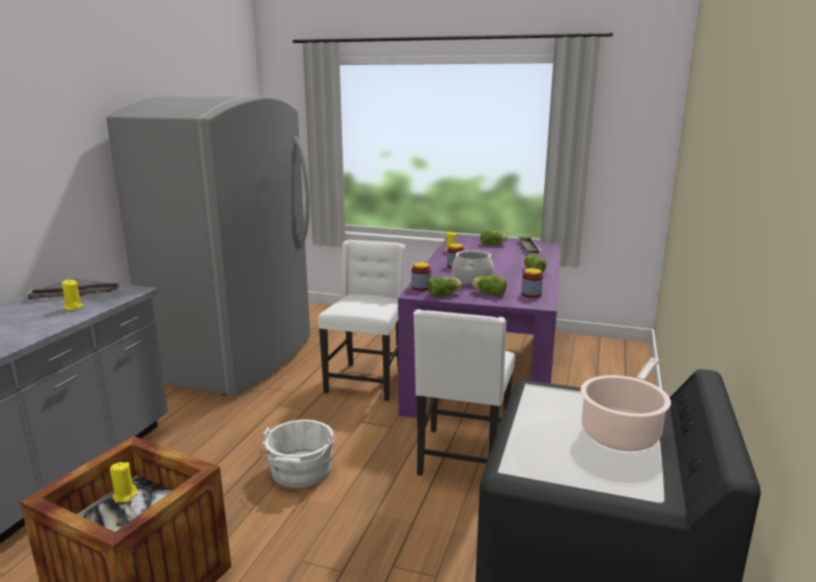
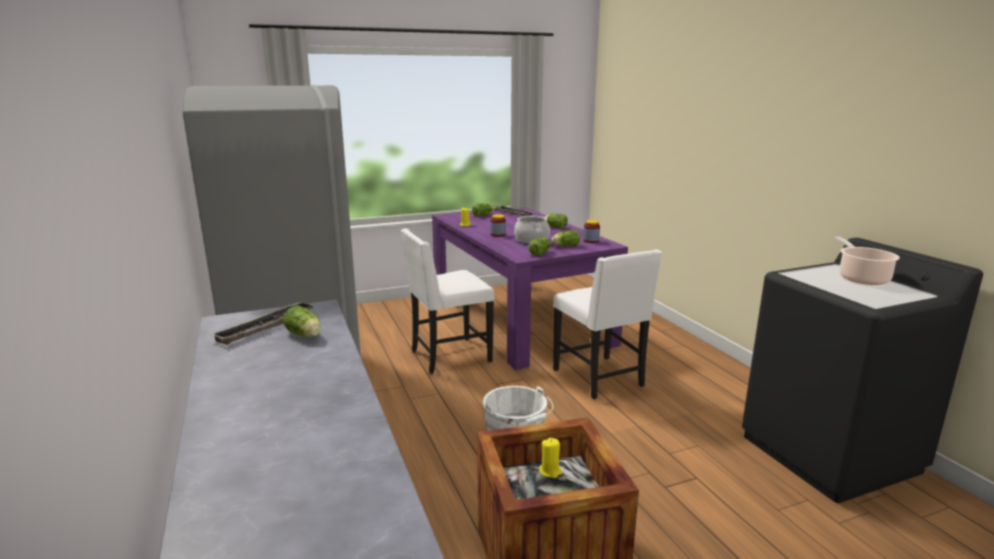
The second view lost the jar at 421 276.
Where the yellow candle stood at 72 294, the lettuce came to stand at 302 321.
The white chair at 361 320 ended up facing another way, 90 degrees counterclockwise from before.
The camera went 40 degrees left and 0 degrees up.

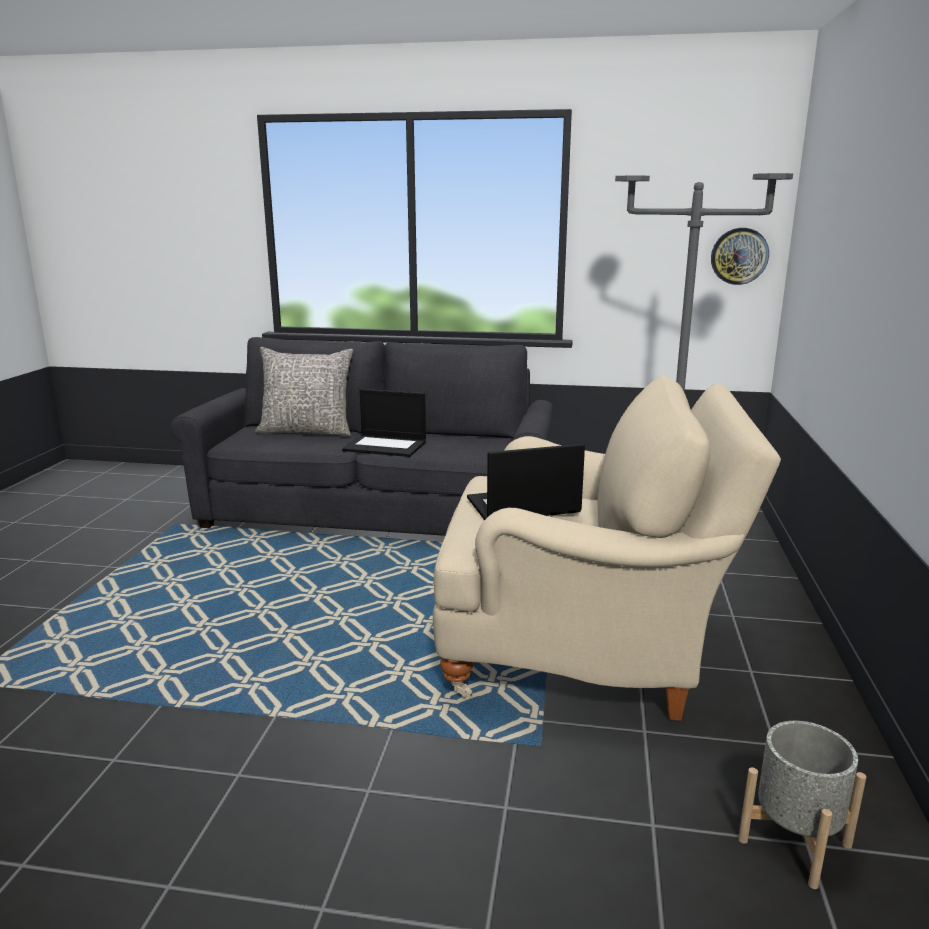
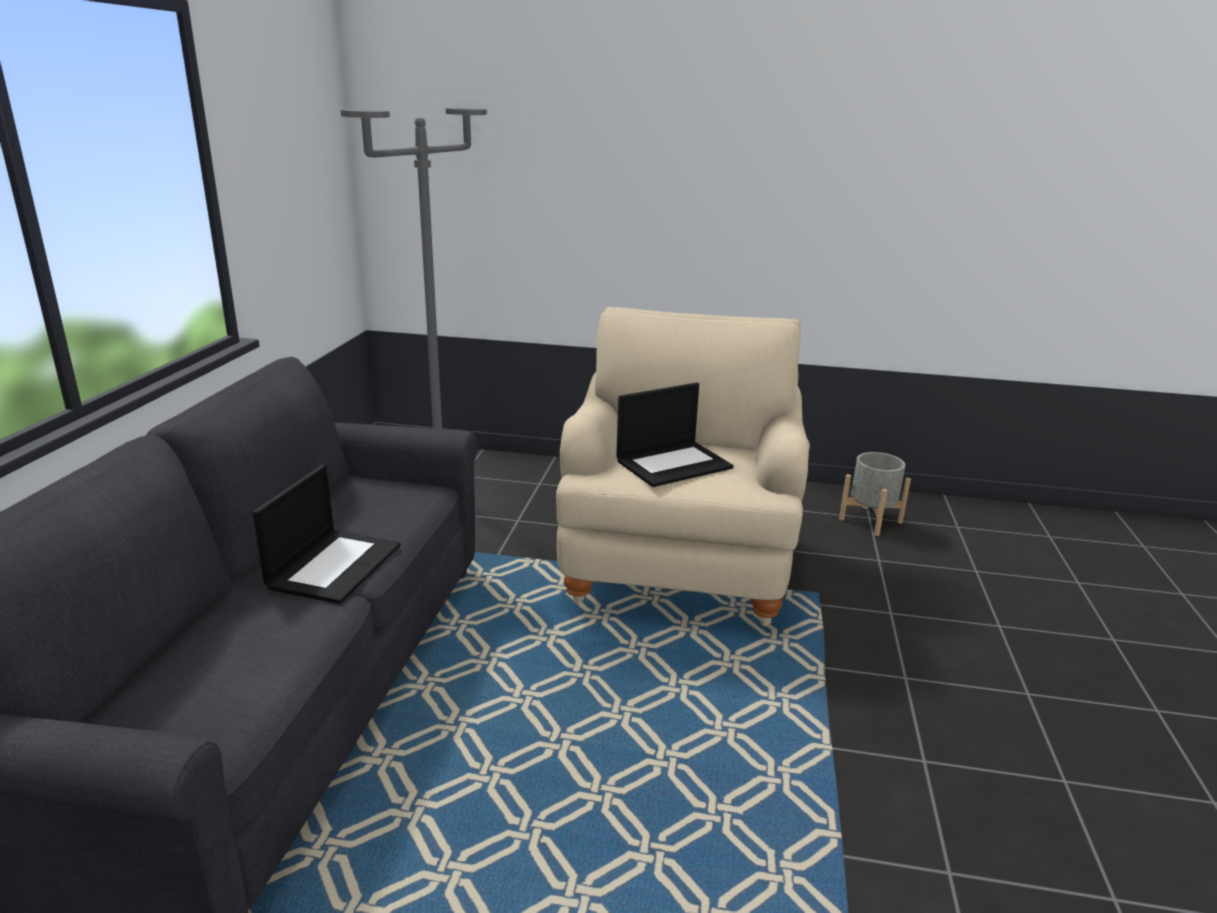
The second view lost the grey pillow at 304 391.
The second view lost the wall clock at 740 256.
The laptop at 526 482 ended up facing another way, 105 degrees counterclockwise from before.
The camera went 90 degrees left and 5 degrees up.

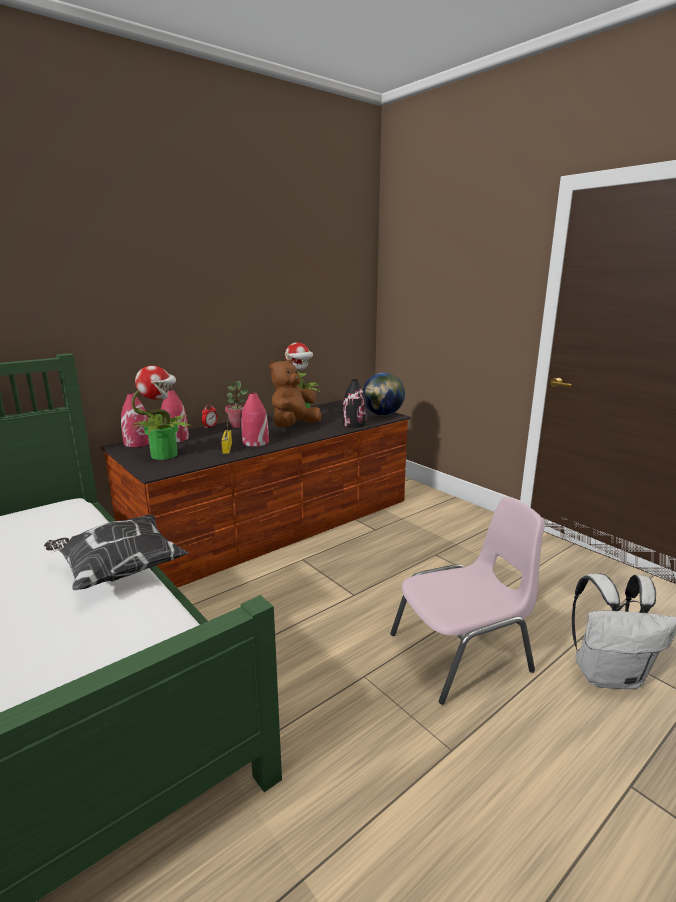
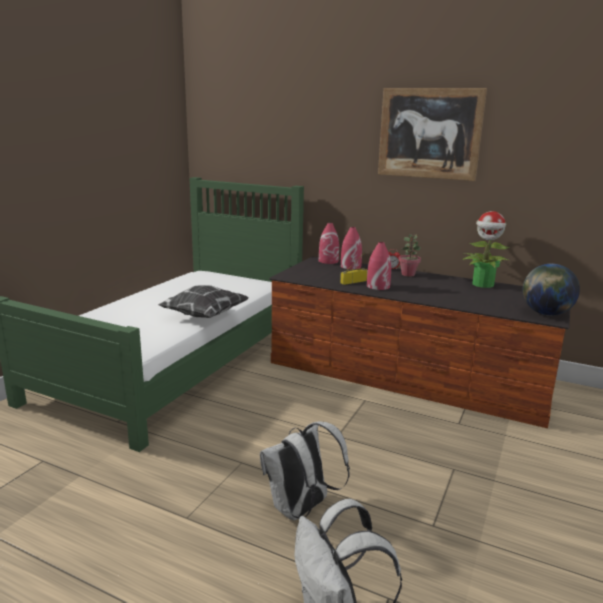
The second view lost the potted plant at 162 412.
The second view lost the brown plush toy at 295 393.
The second view lost the black vase at 354 404.
The second view gained the picture at 432 134.
Where the pink chair stood at 467 601, the white backpack came to stand at 305 470.
The camera went 65 degrees right and 0 degrees up.

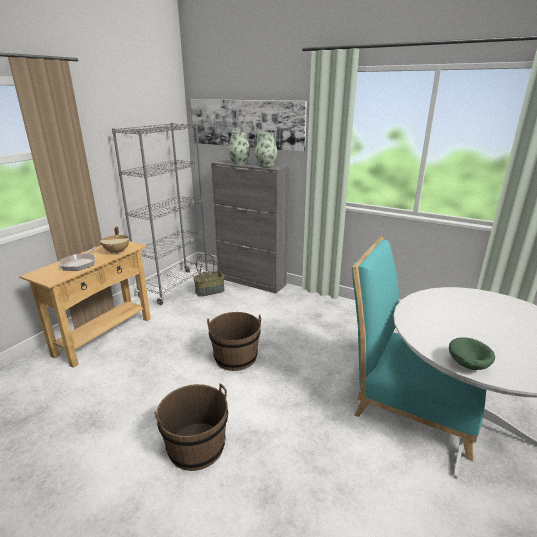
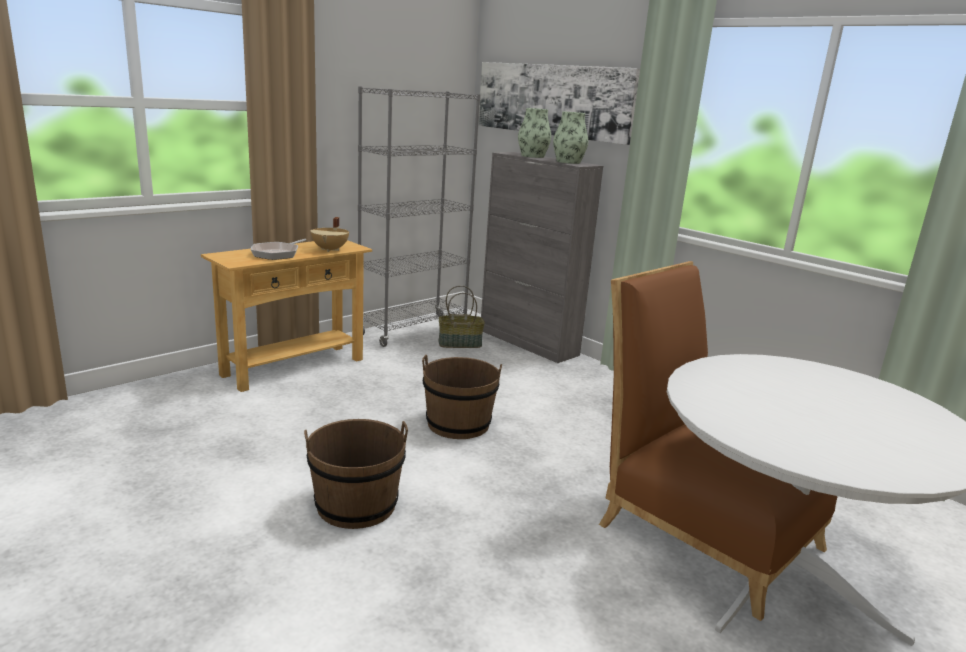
The second view lost the green bowl at 472 353.
What was the turquoise chair at 419 348 turned into the brown chair at 718 441.
The camera went 15 degrees right and 5 degrees down.

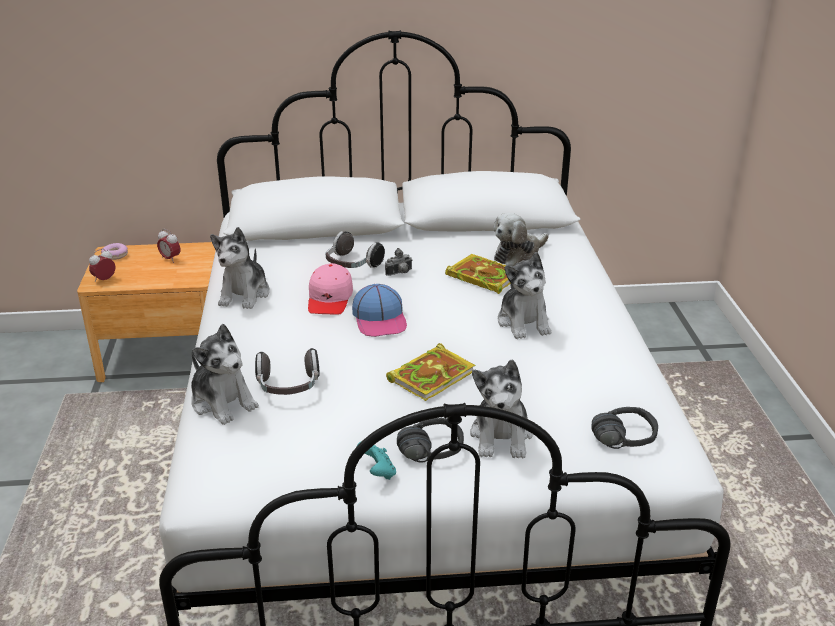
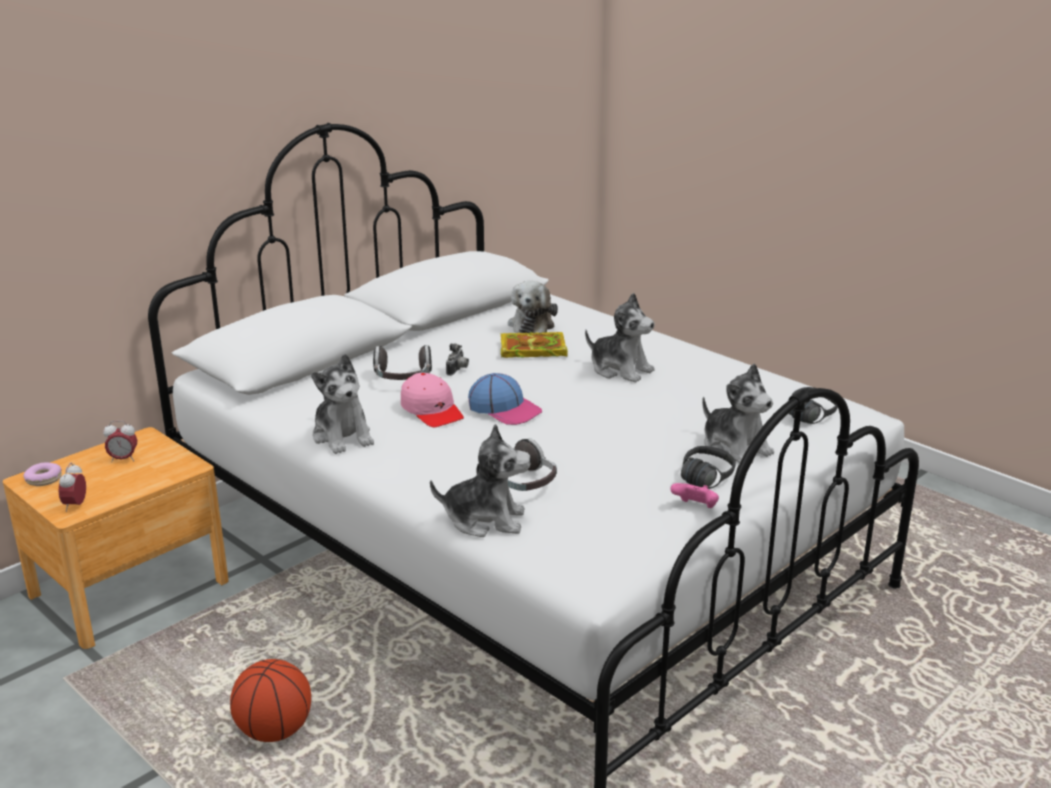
The second view lost the book at 431 372.
The second view gained the basketball at 270 700.
What was the turquoise game controller at 376 461 turned into the pink game controller at 694 495.
The camera went 40 degrees left and 5 degrees down.

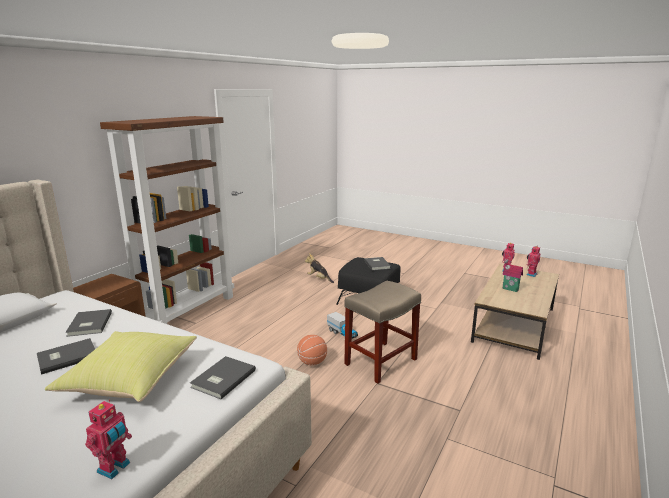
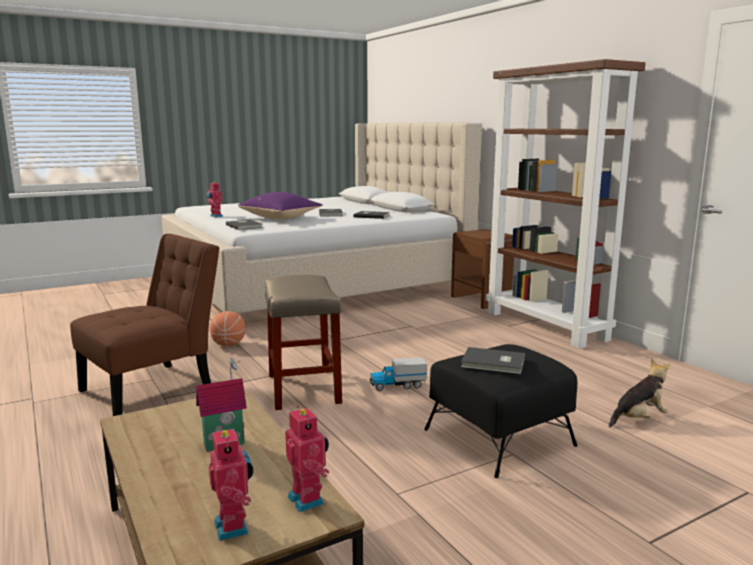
The second view gained the brown chair at 144 325.
The basketball ended up elsewhere, having gone from 312 350 to 227 328.
What was the yellow pillow at 121 366 turned into the purple pillow at 280 206.
The camera went 120 degrees right and 5 degrees down.

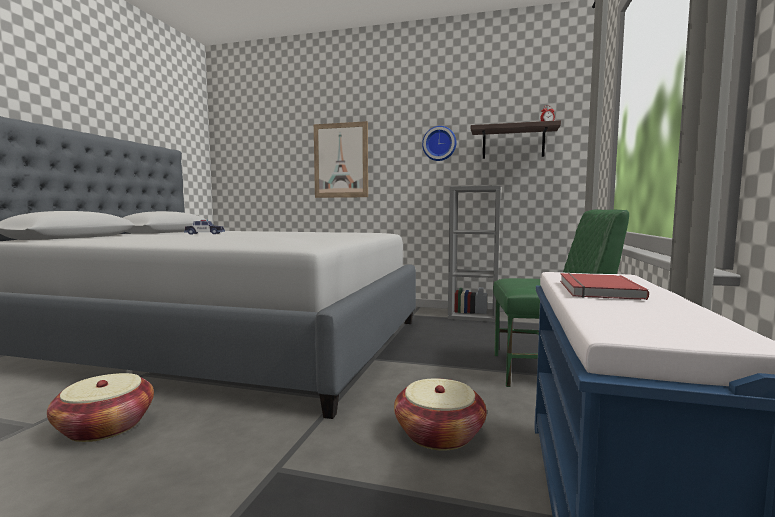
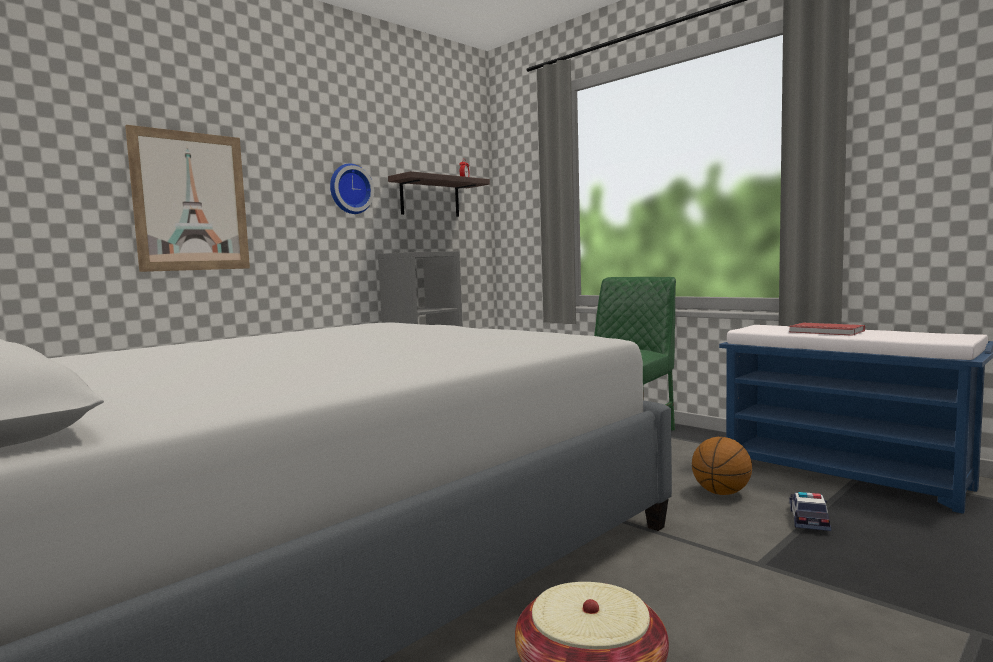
The toy car ended up elsewhere, having gone from 204 227 to 810 511.
Where the basket stood at 440 415, the basketball came to stand at 722 466.
The camera went 60 degrees left and 0 degrees up.

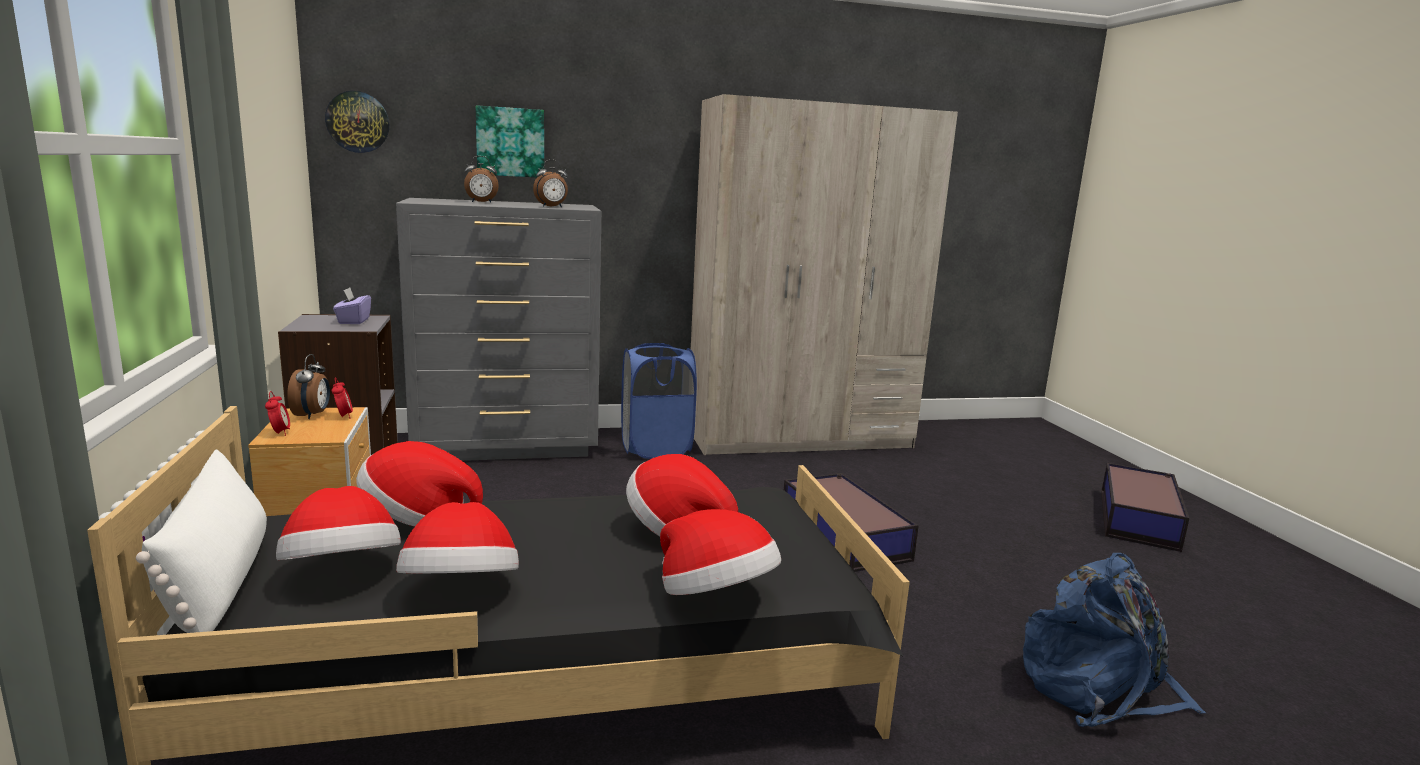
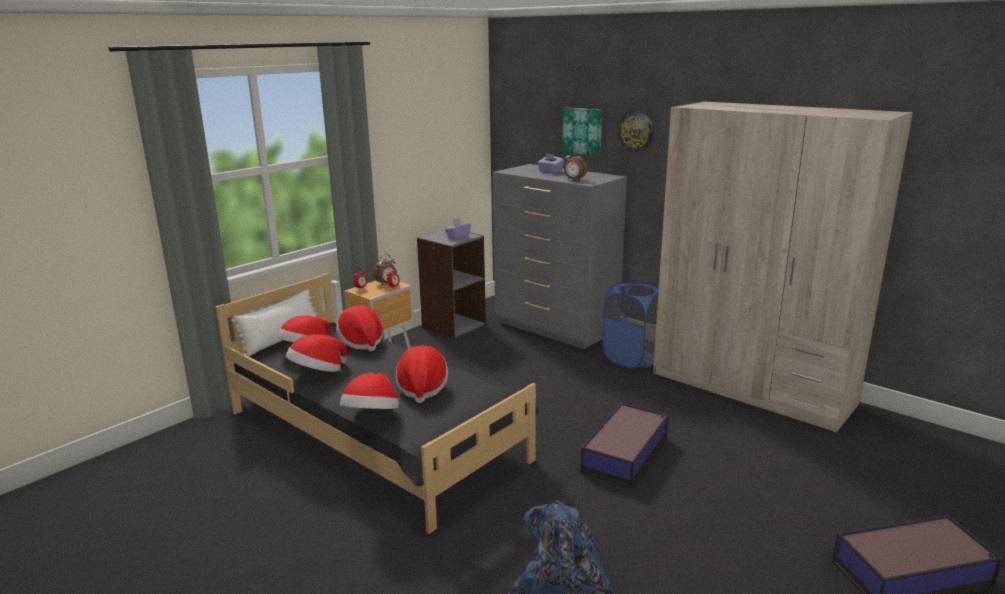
The wall clock ended up elsewhere, having gone from 357 122 to 635 131.
Where the alarm clock stood at 481 179, the purple tissue box came to stand at 550 163.
The camera went 55 degrees right and 5 degrees up.

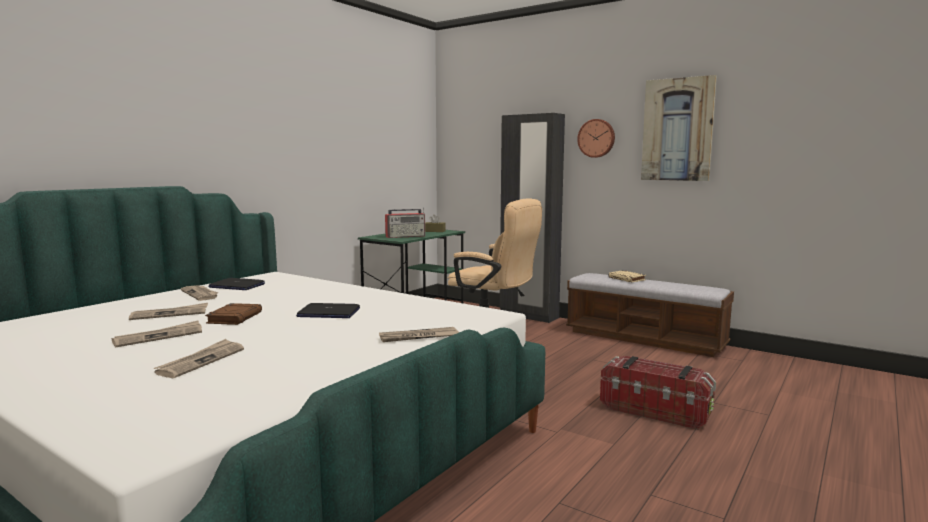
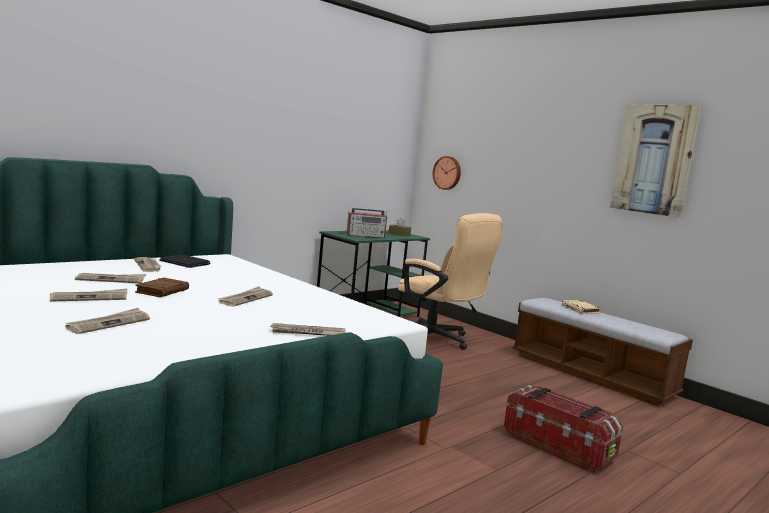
The second view lost the black wardrobe at 532 218.
The wall clock ended up elsewhere, having gone from 596 138 to 447 173.
Where the laptop stood at 328 310, the newspaper came to stand at 246 296.
The camera went 10 degrees right and 0 degrees up.

